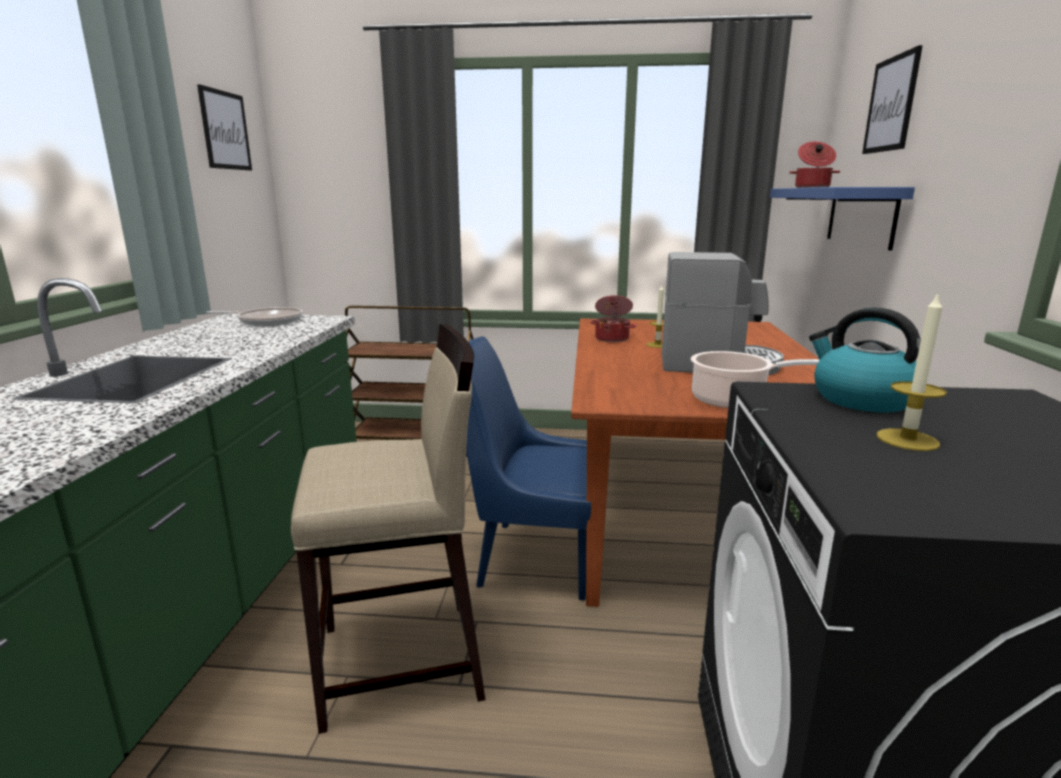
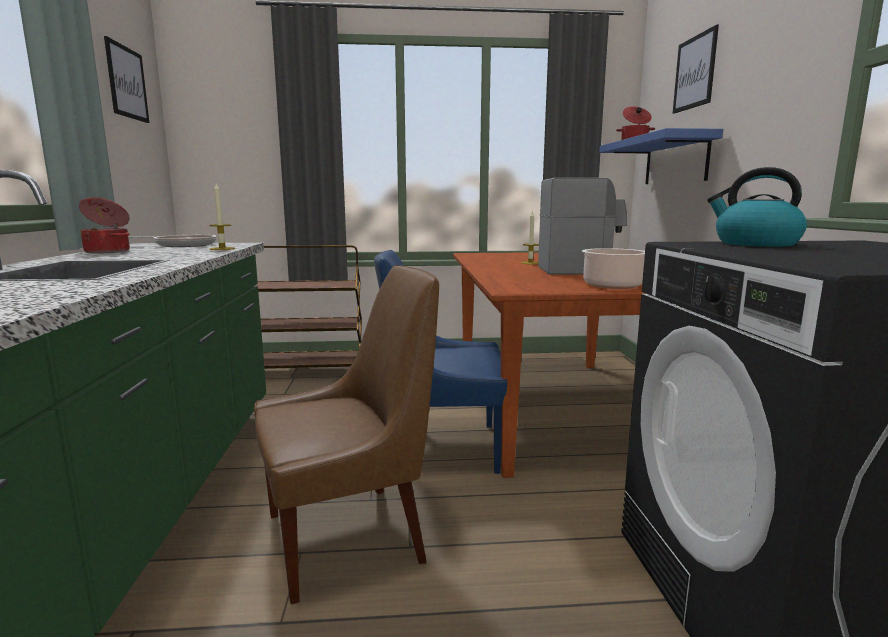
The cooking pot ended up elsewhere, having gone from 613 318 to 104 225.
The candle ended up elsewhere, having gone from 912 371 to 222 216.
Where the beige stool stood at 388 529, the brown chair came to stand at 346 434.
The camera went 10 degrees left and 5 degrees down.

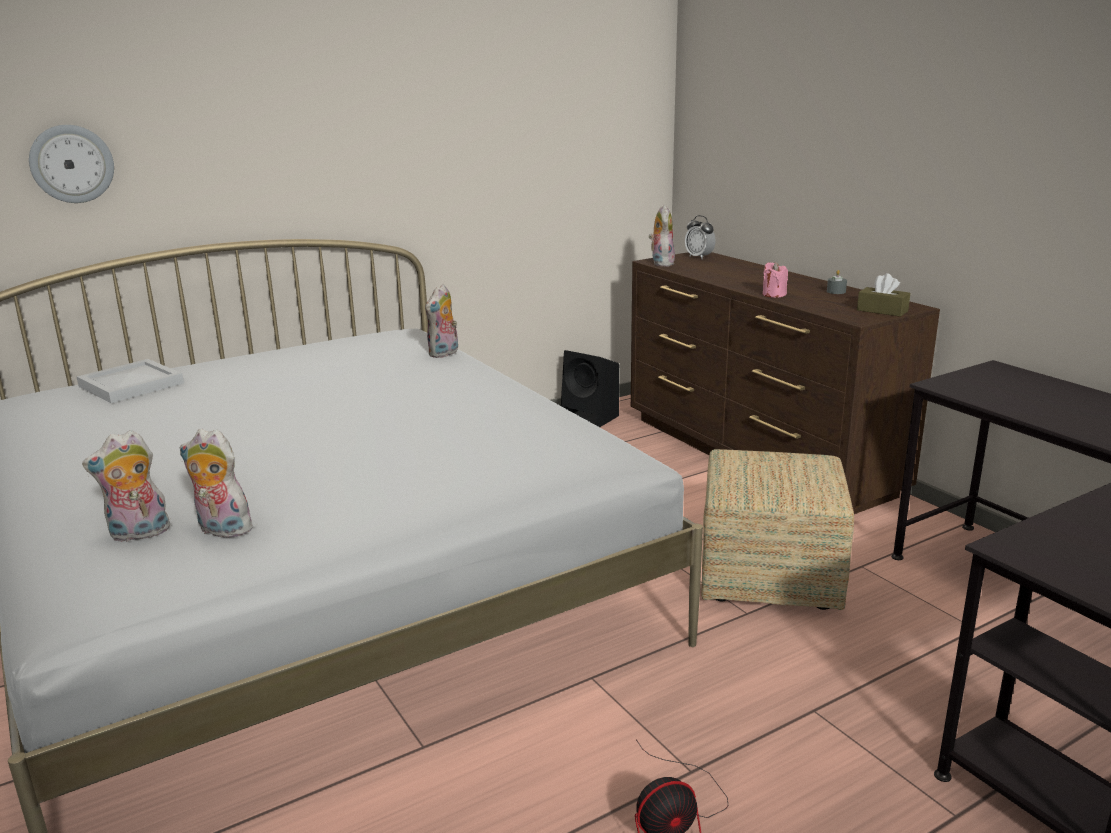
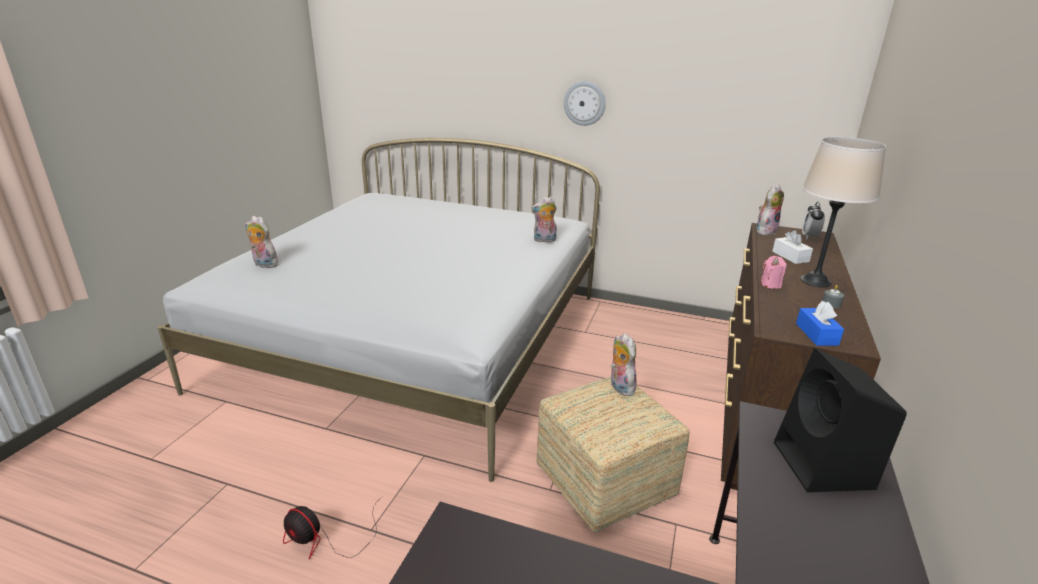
The second view lost the white tray at 130 381.
The second view gained the white tissue box at 792 247.
The second view gained the beige table lamp at 843 212.
The wall clock ended up elsewhere, having gone from 71 164 to 585 103.
The plush toy ended up elsewhere, having gone from 217 483 to 624 364.
The black speaker ended up elsewhere, having gone from 590 388 to 840 420.
What was the brown tissue box at 883 295 turned into the blue tissue box at 820 323.
The camera went 50 degrees right and 5 degrees up.

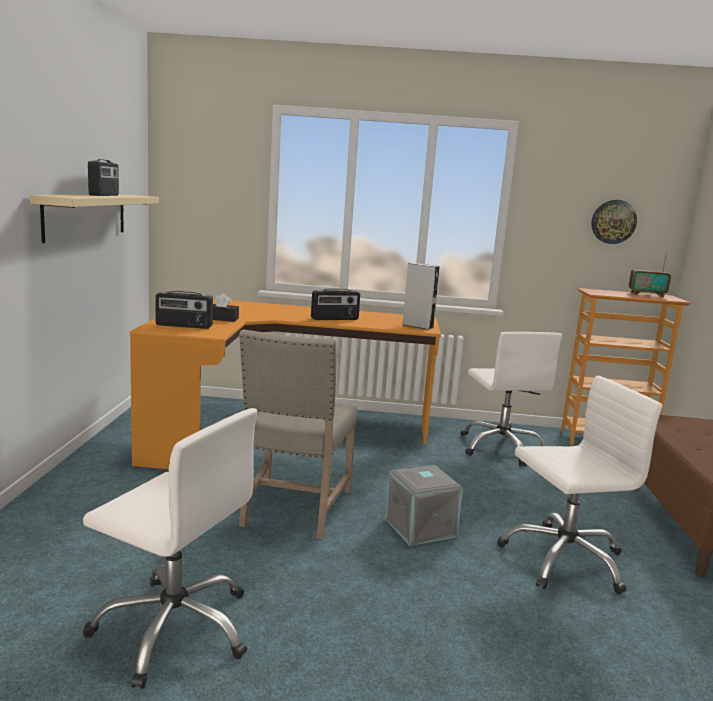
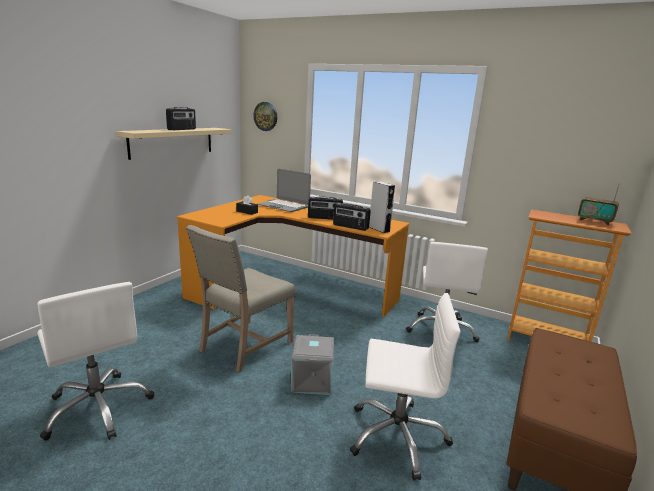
The second view gained the laptop at 284 190.
The radio ended up elsewhere, having gone from 184 310 to 352 217.
The wall clock ended up elsewhere, having gone from 614 222 to 265 116.
The camera went 25 degrees right and 5 degrees up.

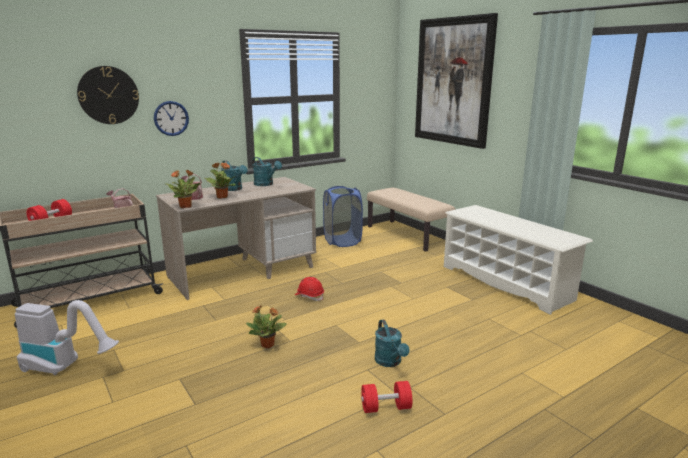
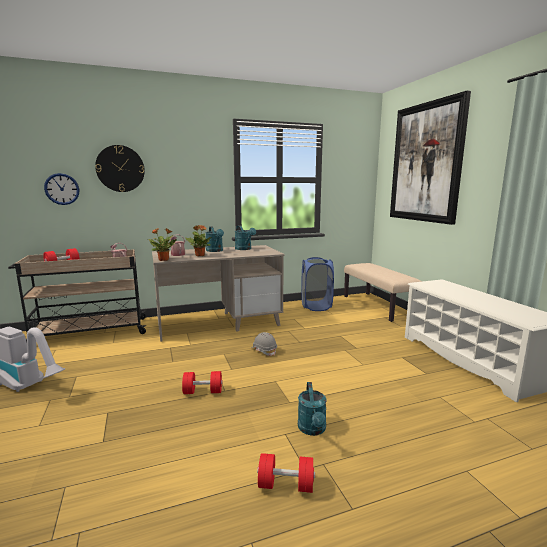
The wall clock ended up elsewhere, having gone from 171 118 to 61 189.
Where the potted plant stood at 266 326, the red dumbbell came to stand at 202 382.
What was the red hard hat at 309 289 turned into the grey hard hat at 264 344.
The camera went 15 degrees right and 5 degrees down.

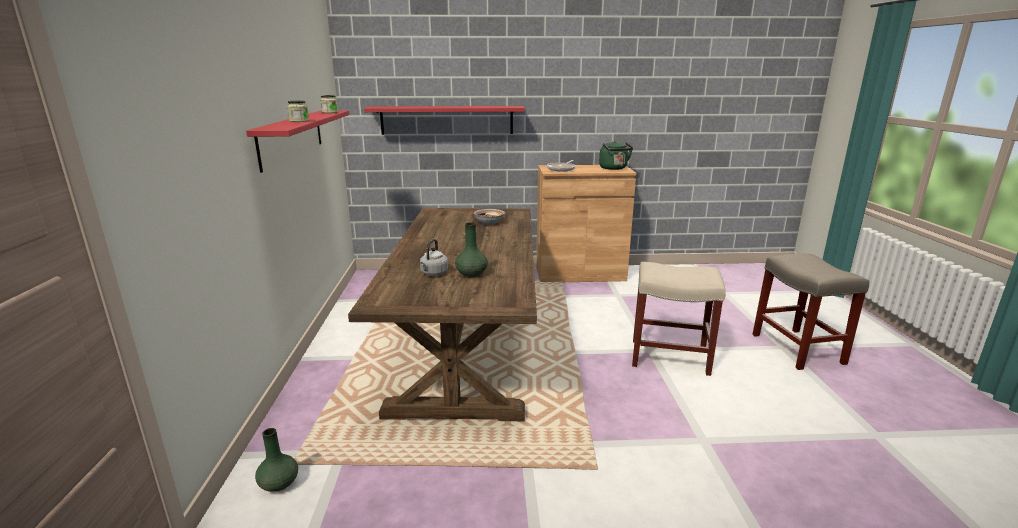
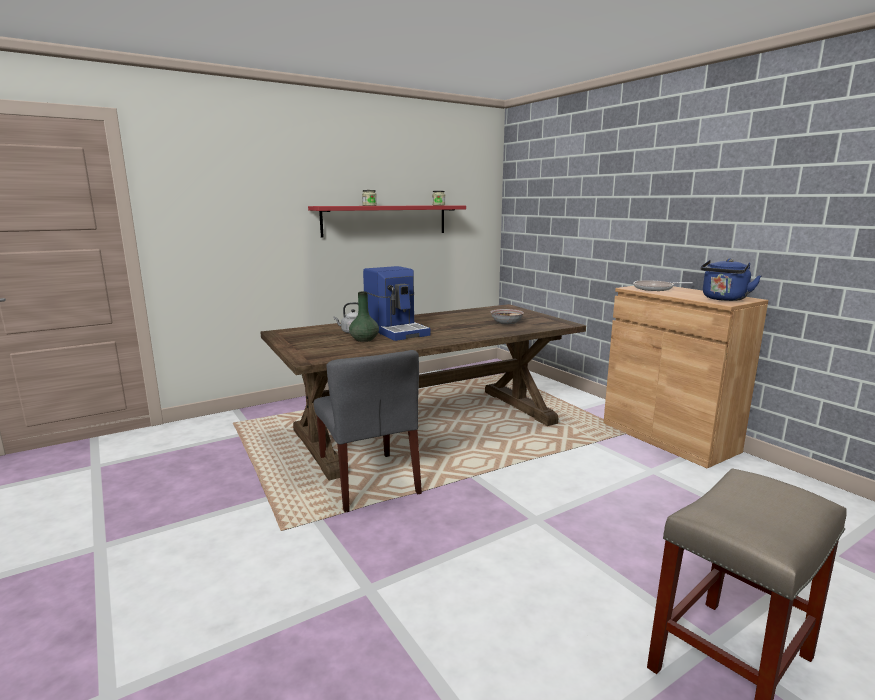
The second view lost the green vase at 276 460.
The second view lost the red shelf at 444 120.
The second view lost the beige stool at 679 319.
The second view gained the grey chair at 368 431.
The second view gained the coffee machine at 396 303.
What was the green kettle at 616 155 turned into the blue kettle at 731 279.
The camera went 60 degrees right and 5 degrees down.

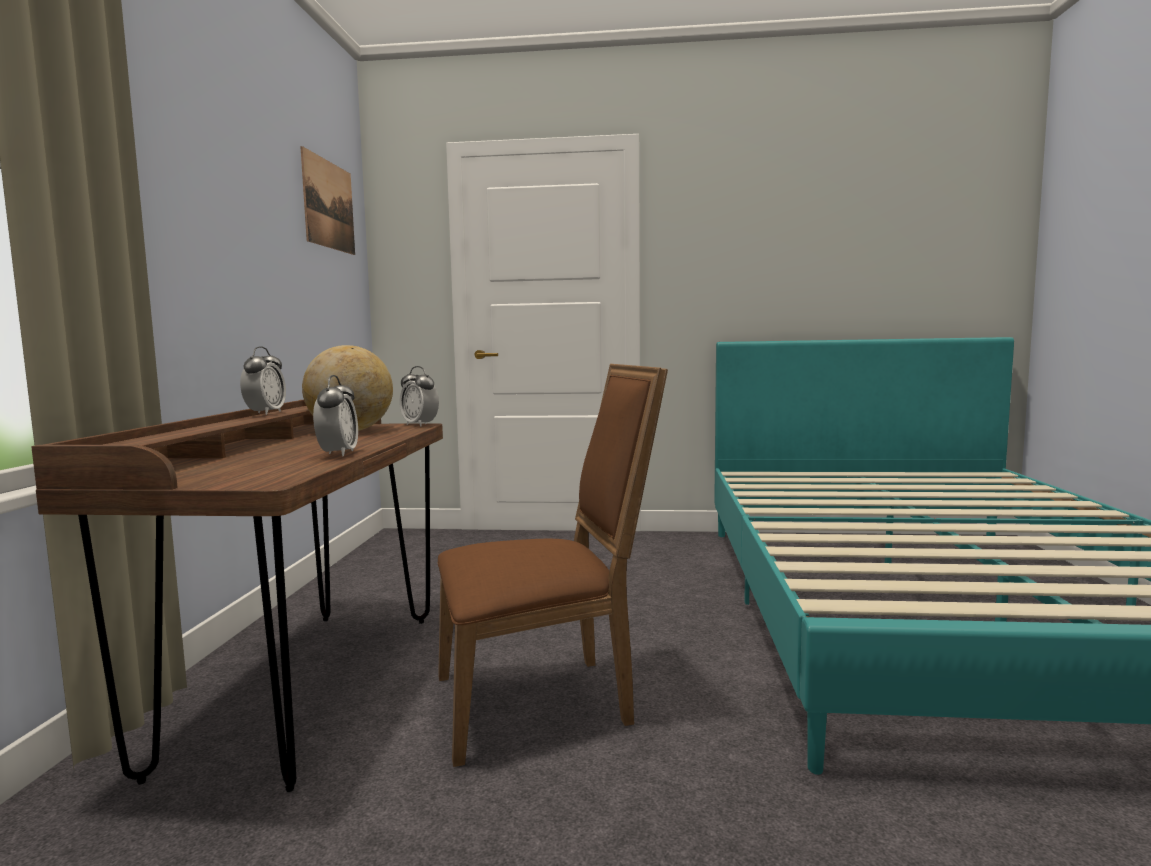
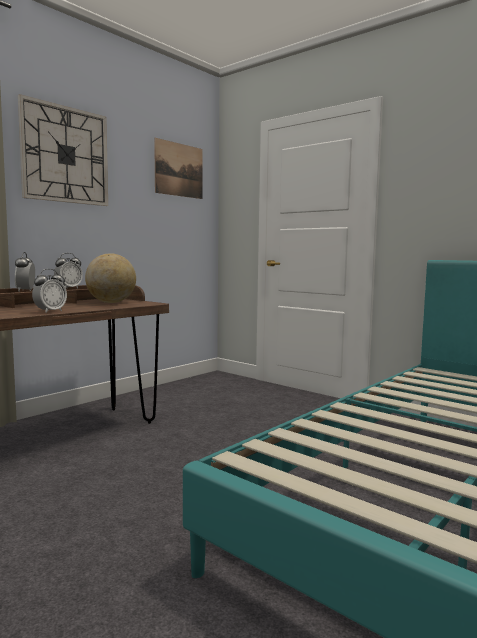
The second view lost the brown chair at 553 565.
The second view gained the wall clock at 63 150.
The alarm clock ended up elsewhere, having gone from 419 396 to 25 271.
The camera went 35 degrees right and 0 degrees up.

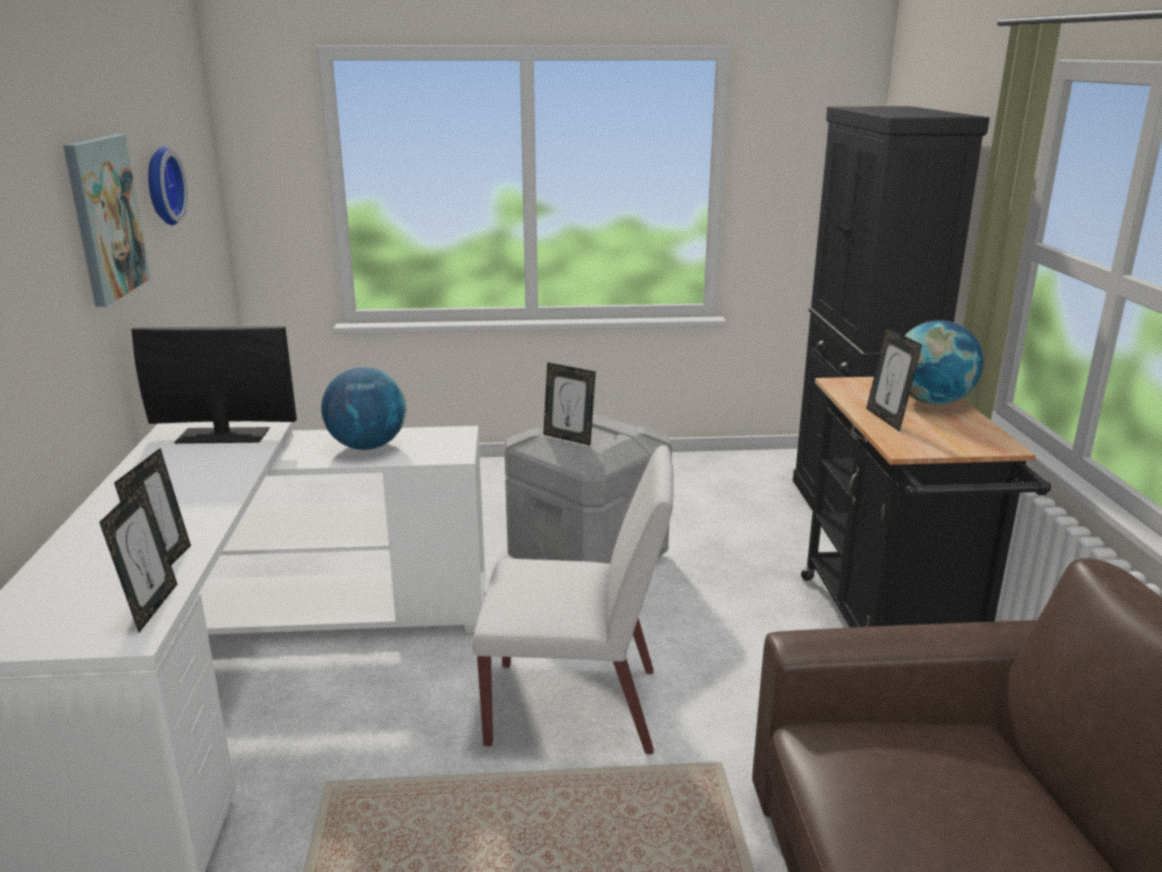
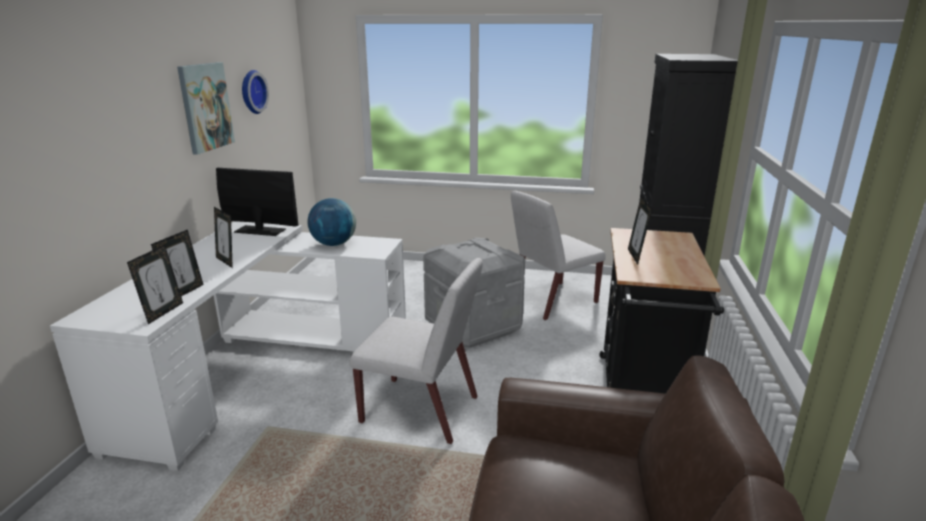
The second view lost the globe at 944 362.
The second view gained the white chair at 558 255.
The picture frame ended up elsewhere, having gone from 569 404 to 223 237.
The camera went 15 degrees right and 0 degrees up.

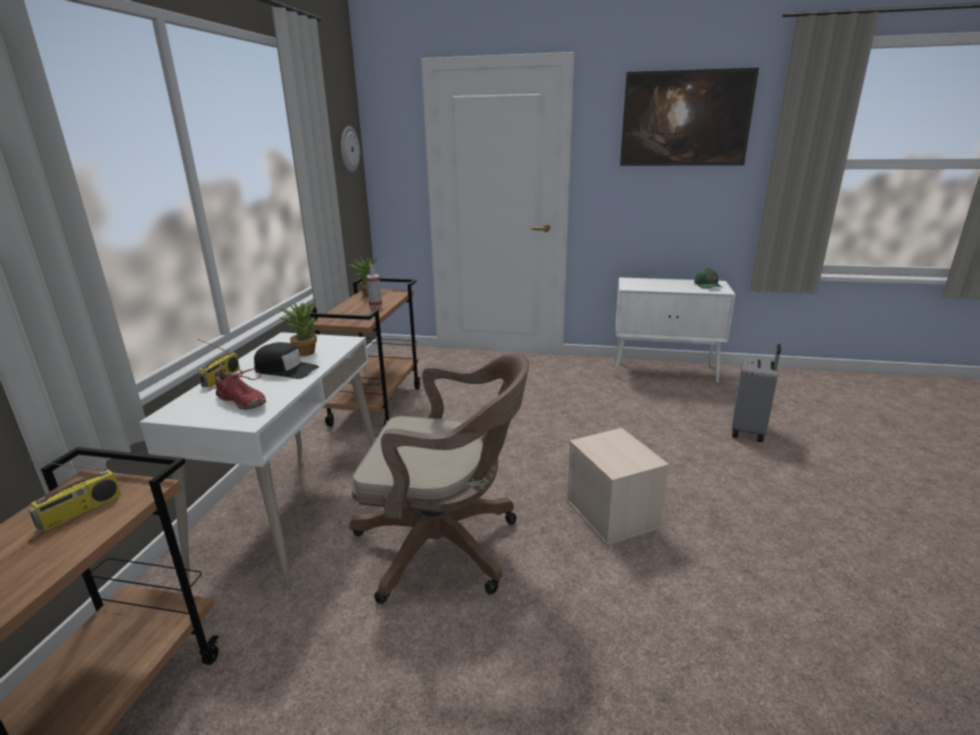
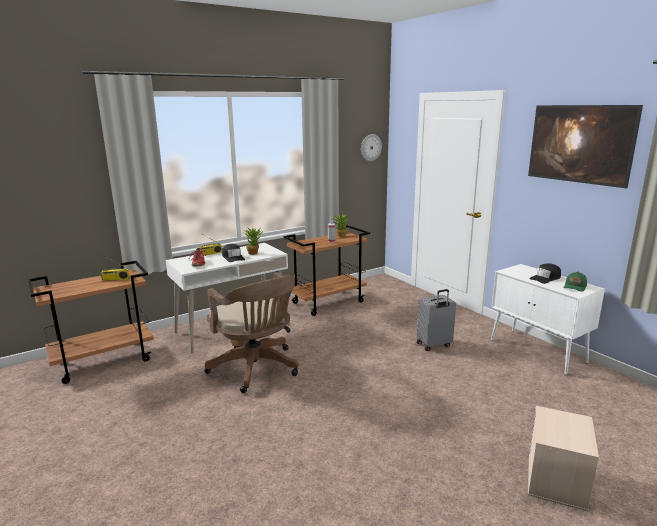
The second view gained the black cap at 545 274.
The beige storage box ended up elsewhere, having gone from 618 487 to 563 458.
The grey suitcase ended up elsewhere, having gone from 756 393 to 436 320.
The camera went 45 degrees right and 5 degrees down.

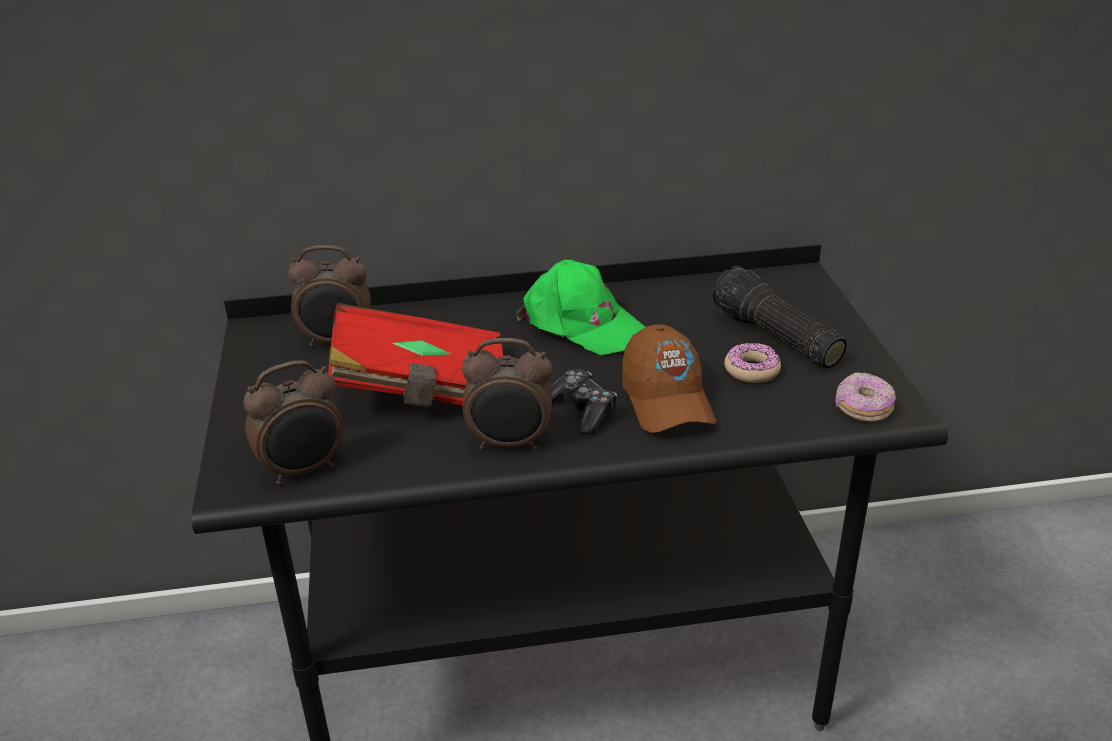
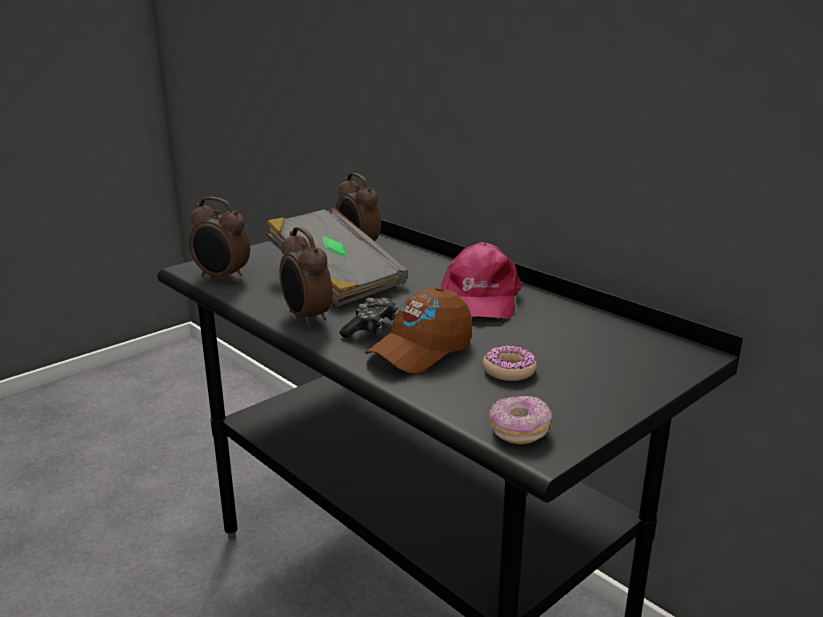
The second view lost the flashlight at 779 317.
What was the red book at 415 355 turned into the grey book at 337 257.
What was the green cap at 580 307 turned into the pink cap at 481 280.
The camera went 55 degrees right and 10 degrees down.

